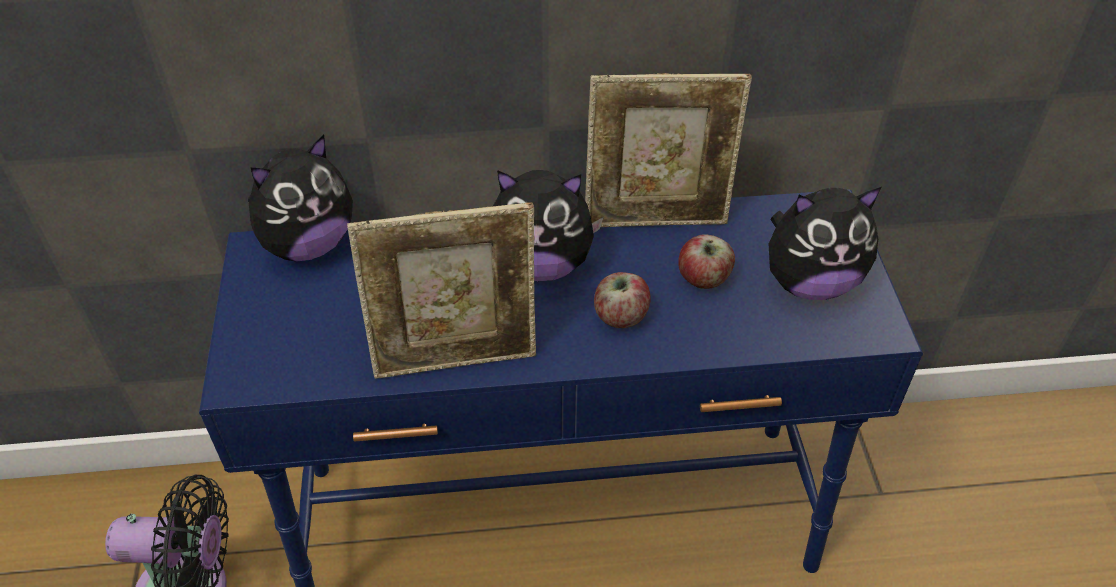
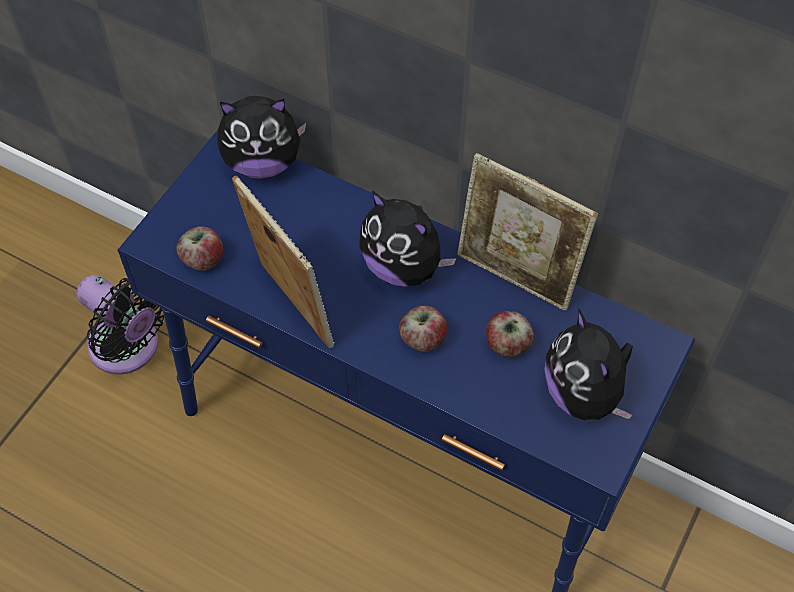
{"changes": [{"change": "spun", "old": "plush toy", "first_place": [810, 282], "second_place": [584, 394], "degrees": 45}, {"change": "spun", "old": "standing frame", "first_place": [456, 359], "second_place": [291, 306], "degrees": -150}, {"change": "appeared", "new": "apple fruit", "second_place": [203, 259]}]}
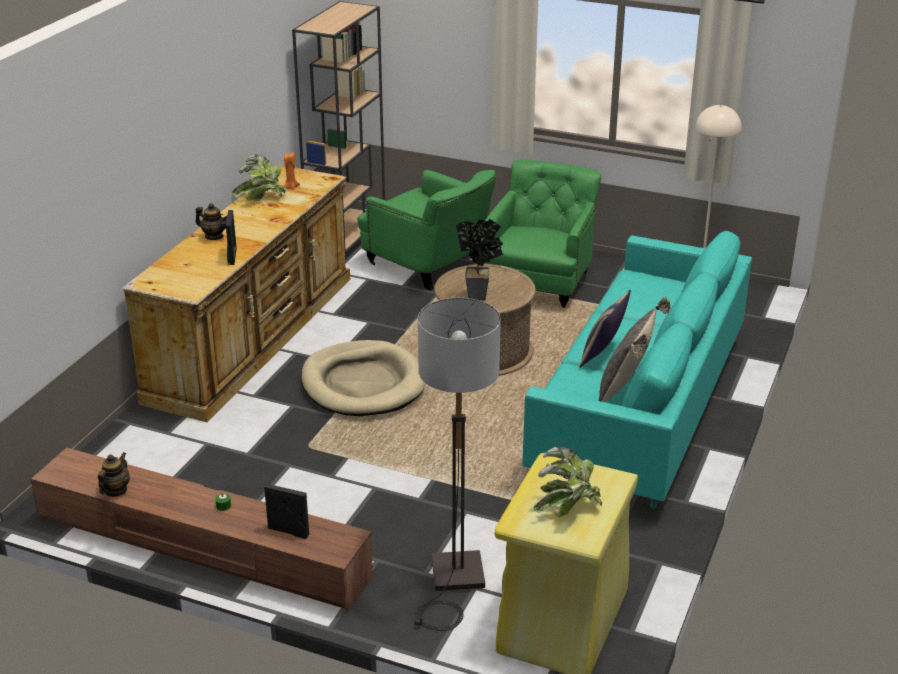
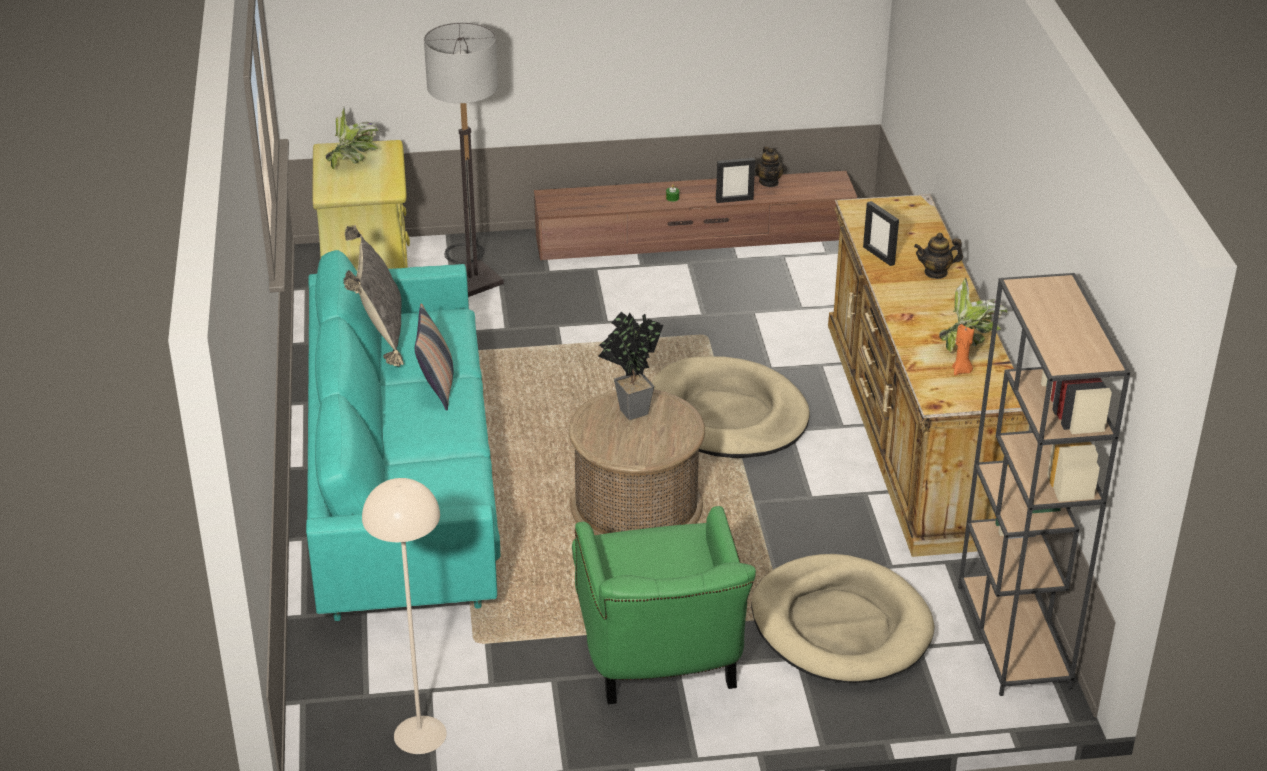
{"changes": [{"change": "exchanged", "old": "armchair (green-coloured)", "new": "pet bed (sand-coloured)", "first_place": [428, 264], "second_place": [840, 625]}, {"change": "relocated", "old": "standing frame", "first_place": [288, 532], "second_place": [734, 199]}]}
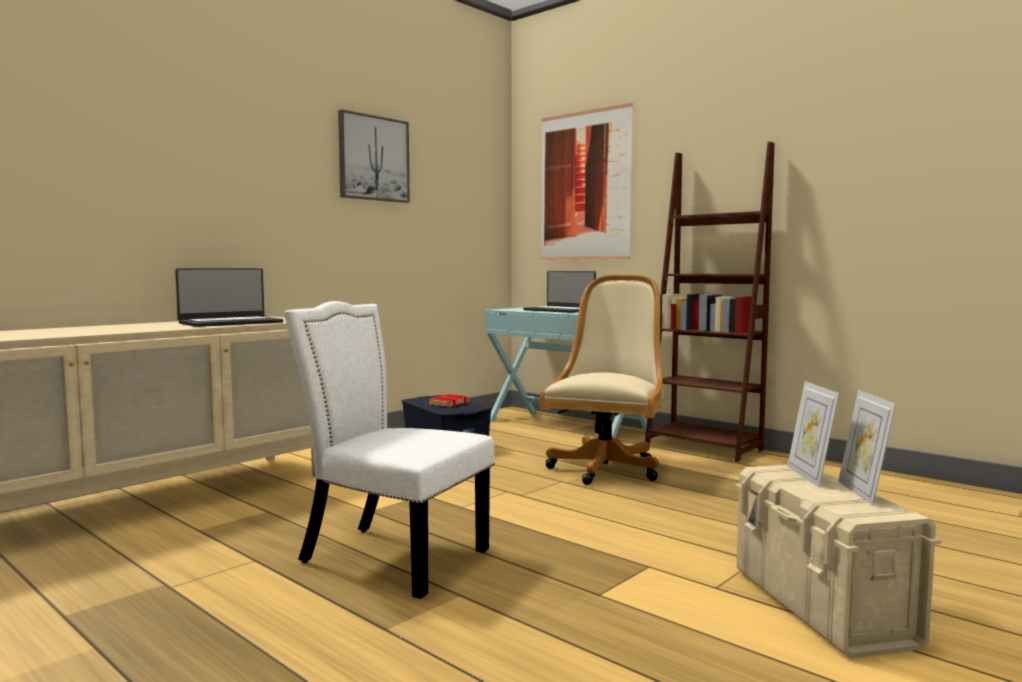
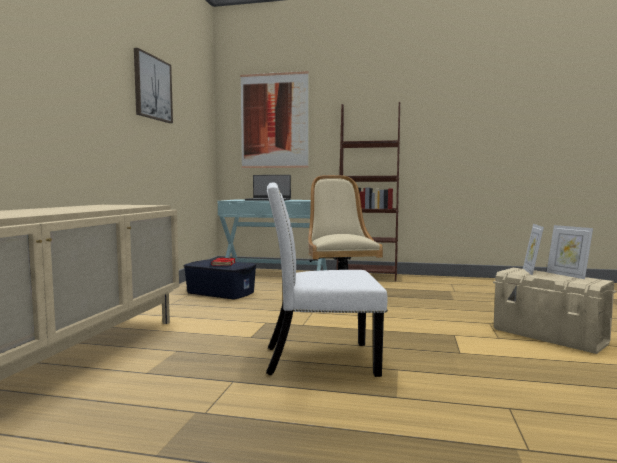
{"changes": [{"change": "missing", "old": "notebook computer", "first_place": [230, 323]}, {"change": "spun", "old": "standing frame", "first_place": [809, 476], "second_place": [531, 272], "degrees": 45}]}
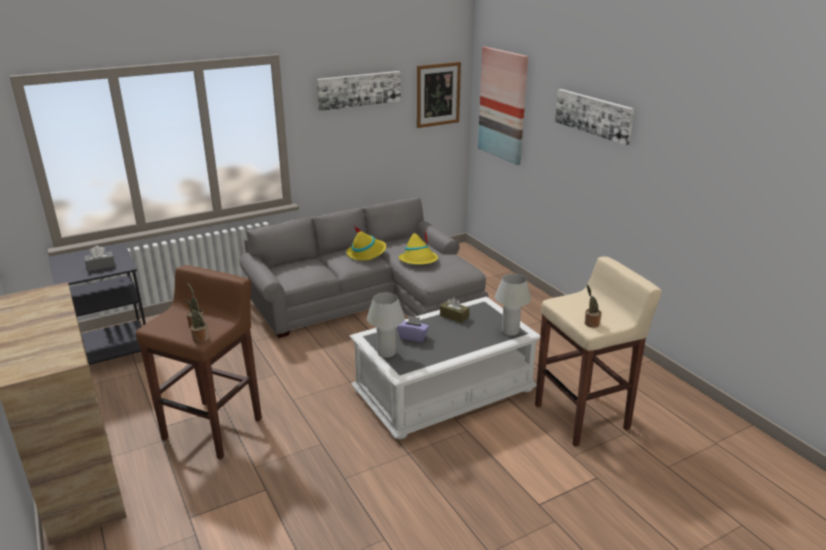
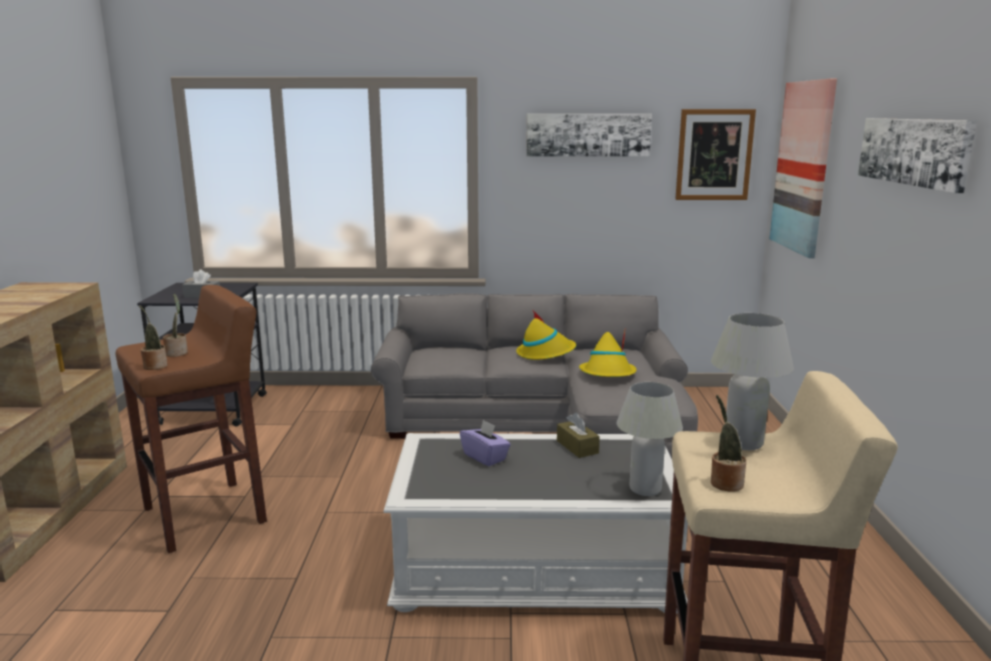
{"changes": [{"change": "relocated", "old": "lamp for a table (white)", "first_place": [386, 353], "second_place": [743, 443]}]}
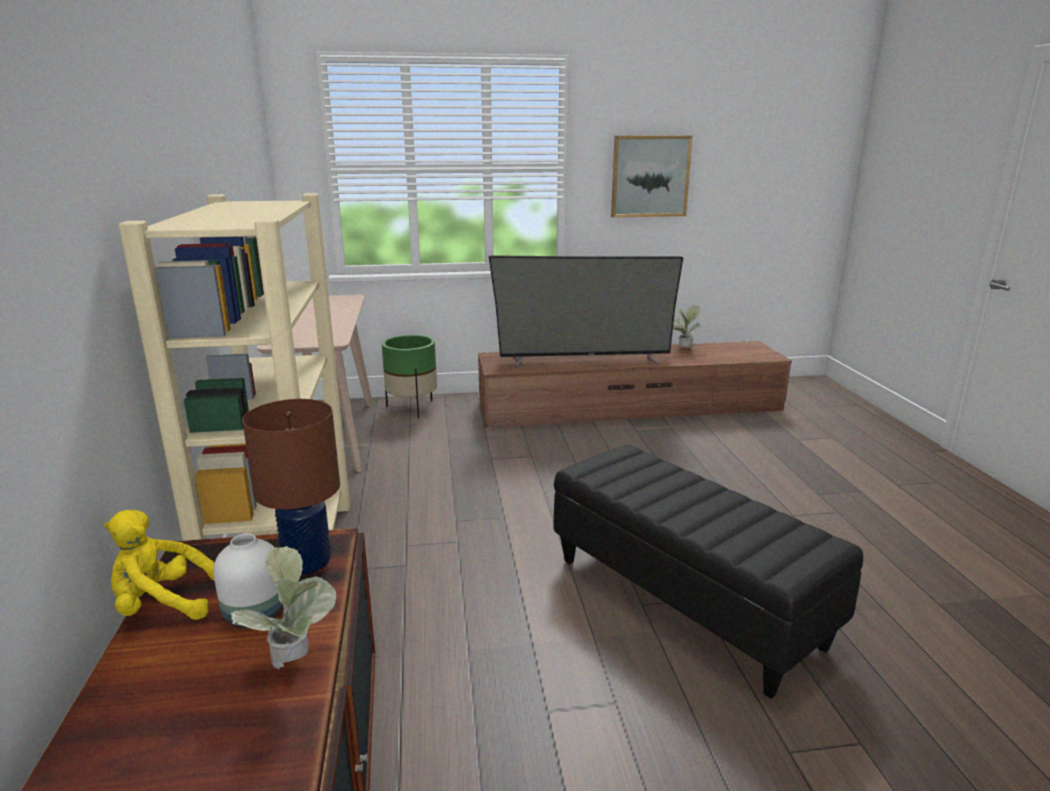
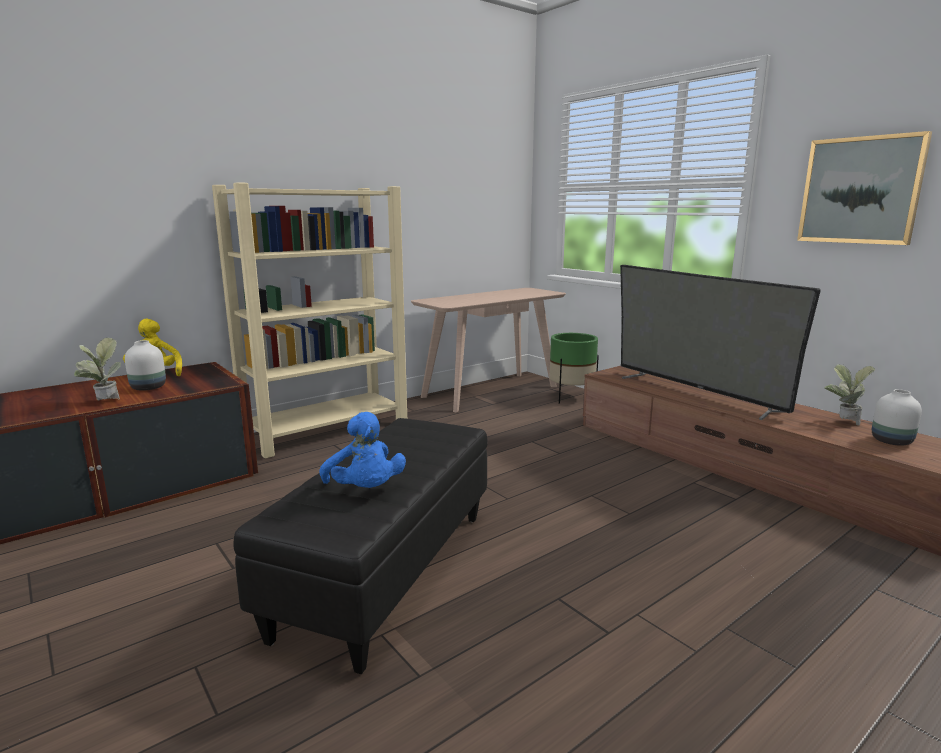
{"changes": [{"change": "missing", "old": "lamp for a table (brown)", "first_place": [308, 565]}, {"change": "appeared", "new": "vase (white)", "second_place": [891, 441]}, {"change": "appeared", "new": "plush toy (blue-coloured)", "second_place": [365, 490]}]}
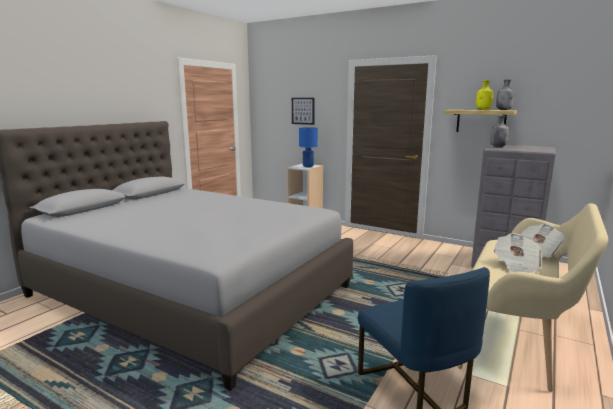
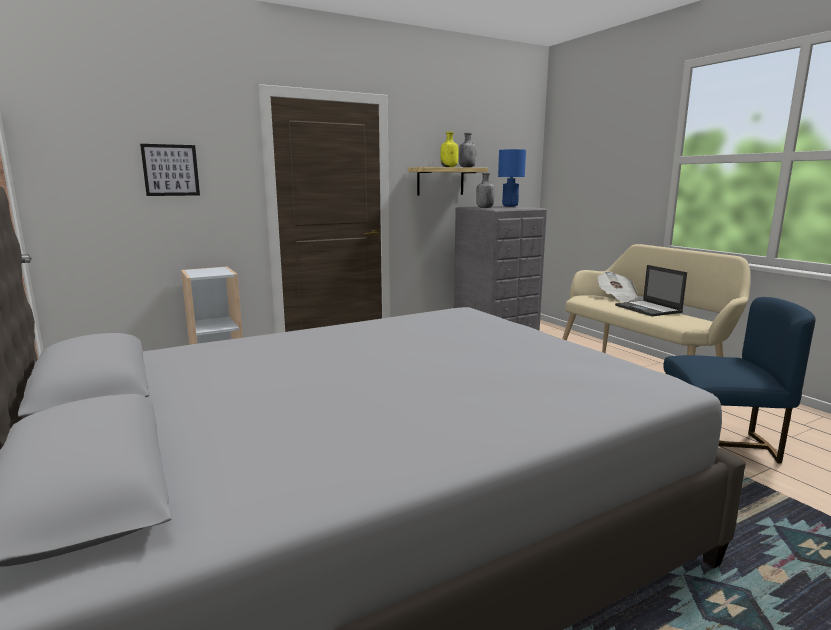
{"changes": [{"change": "relocated", "old": "lamp for a table (blue-coloured)", "first_place": [308, 166], "second_place": [510, 206]}, {"change": "exchanged", "old": "printed paper", "new": "notebook computer", "first_place": [516, 266], "second_place": [648, 309]}]}
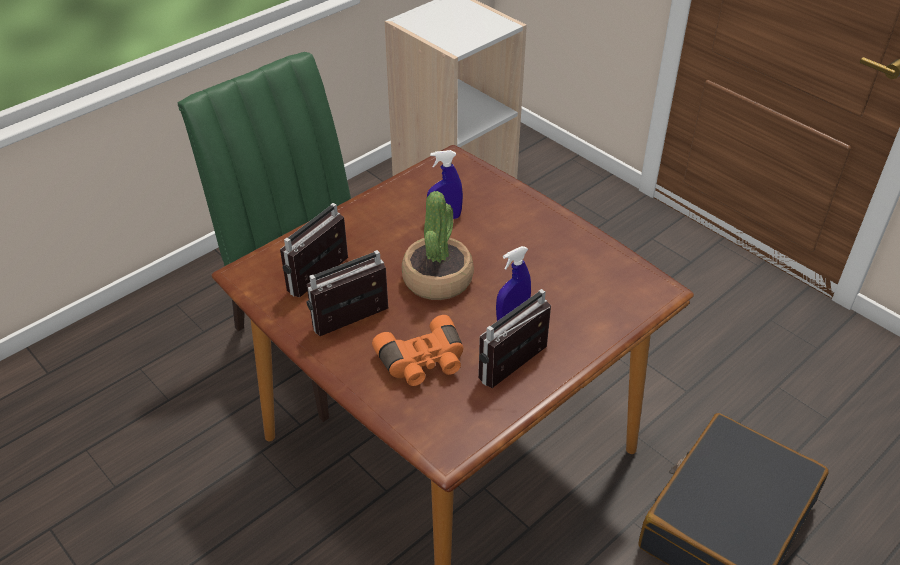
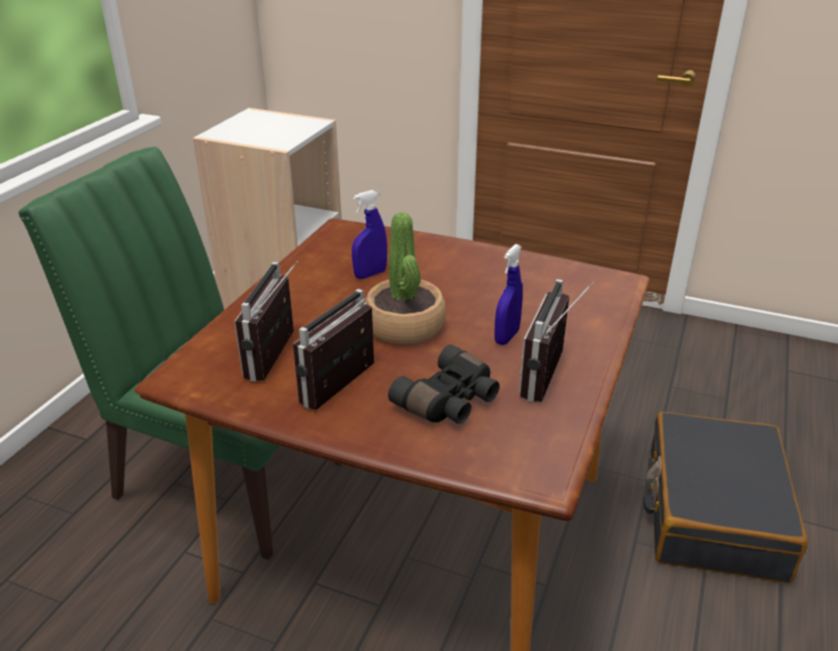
{"changes": [{"change": "colour", "old": "binoculars (orange-coloured)", "new": "binoculars (black)", "first_place": [423, 362], "second_place": [450, 401]}]}
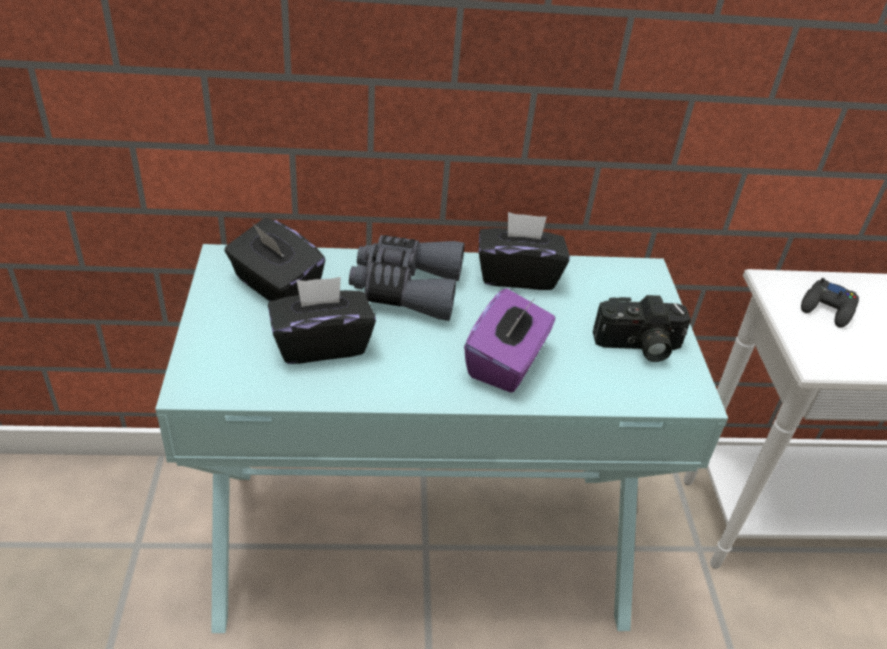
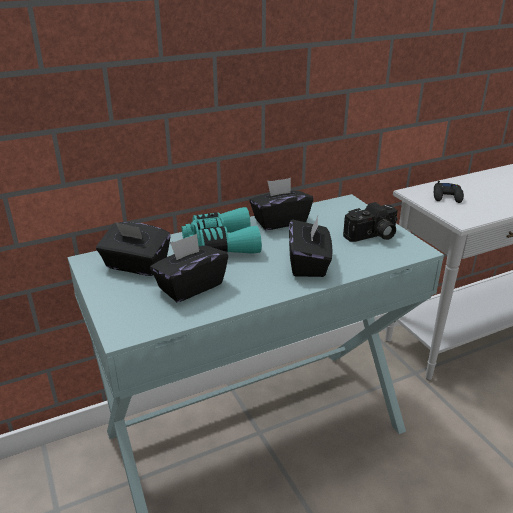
{"changes": [{"change": "colour", "old": "binoculars (grey)", "new": "binoculars (turquoise-coloured)", "first_place": [406, 288], "second_place": [220, 244]}, {"change": "colour", "old": "tissue holder (purplish)", "new": "tissue holder (black)", "first_place": [506, 363], "second_place": [308, 264]}]}
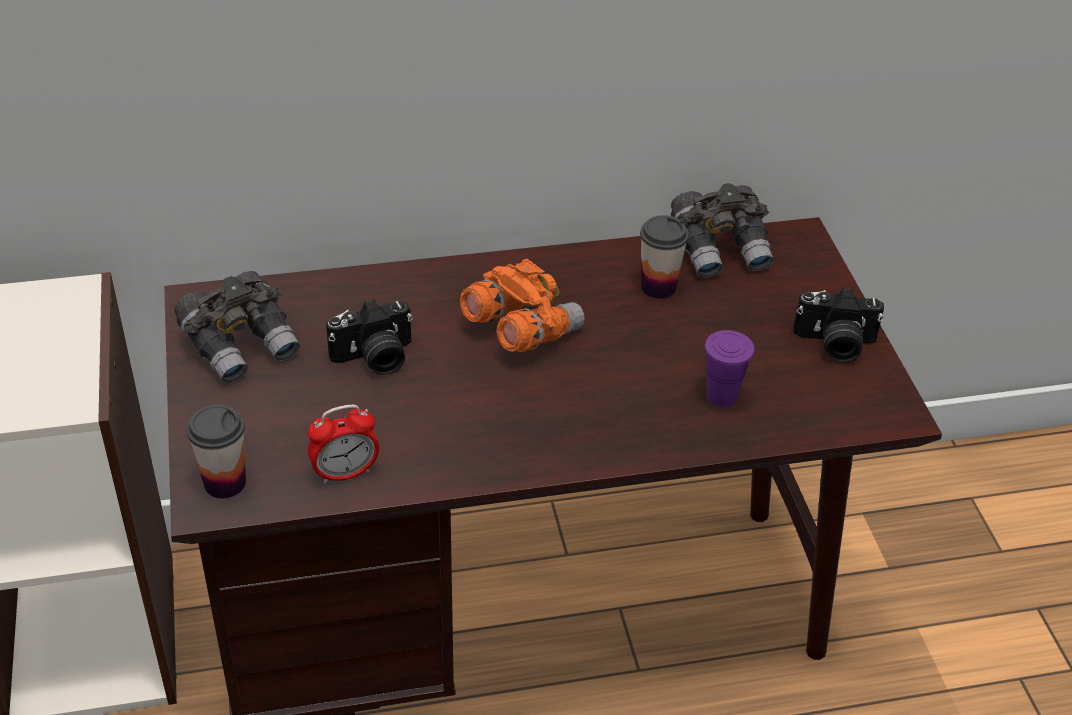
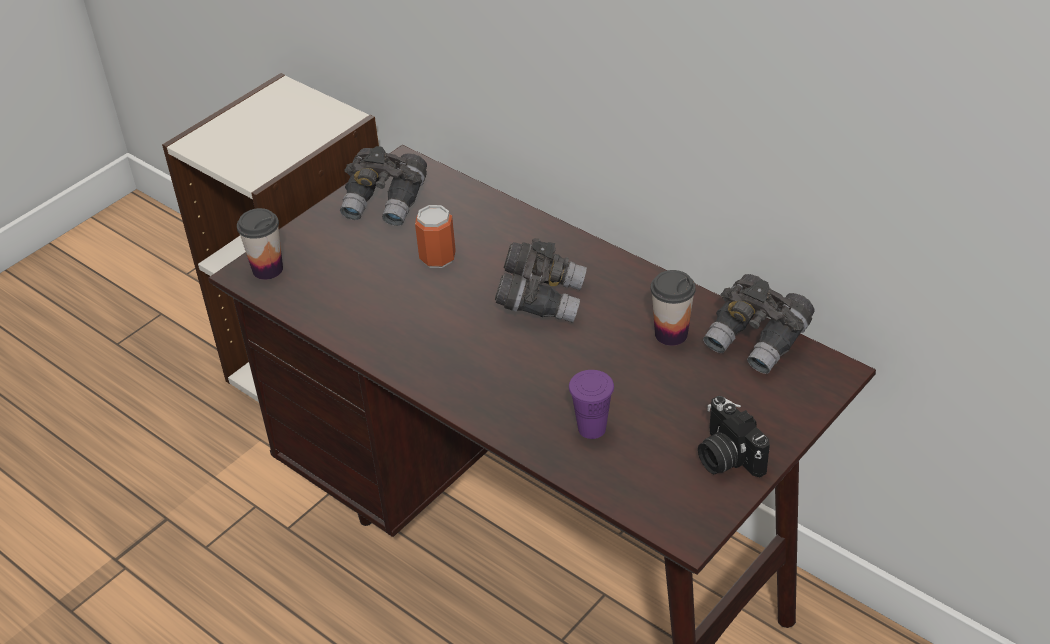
{"changes": [{"change": "colour", "old": "binoculars (orange-coloured)", "new": "binoculars (grey)", "first_place": [520, 330], "second_place": [541, 299]}, {"change": "exchanged", "old": "still camera", "new": "metal can", "first_place": [375, 358], "second_place": [437, 258]}, {"change": "missing", "old": "table clock", "first_place": [345, 473]}]}
